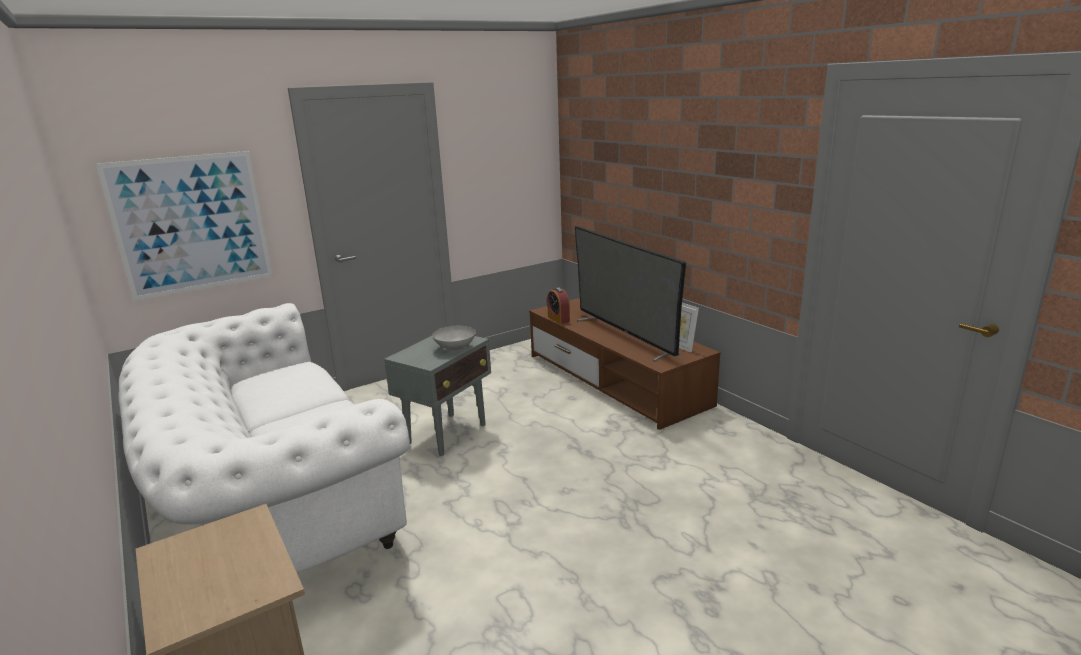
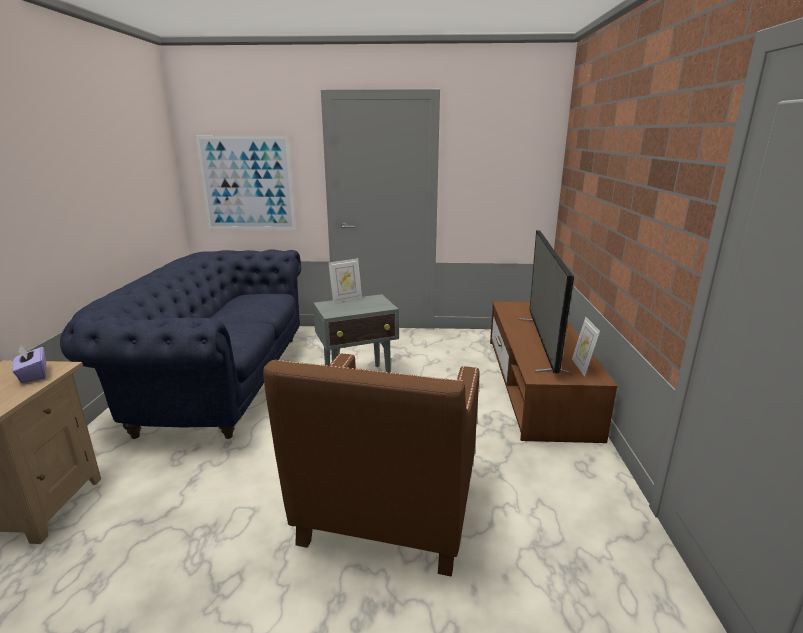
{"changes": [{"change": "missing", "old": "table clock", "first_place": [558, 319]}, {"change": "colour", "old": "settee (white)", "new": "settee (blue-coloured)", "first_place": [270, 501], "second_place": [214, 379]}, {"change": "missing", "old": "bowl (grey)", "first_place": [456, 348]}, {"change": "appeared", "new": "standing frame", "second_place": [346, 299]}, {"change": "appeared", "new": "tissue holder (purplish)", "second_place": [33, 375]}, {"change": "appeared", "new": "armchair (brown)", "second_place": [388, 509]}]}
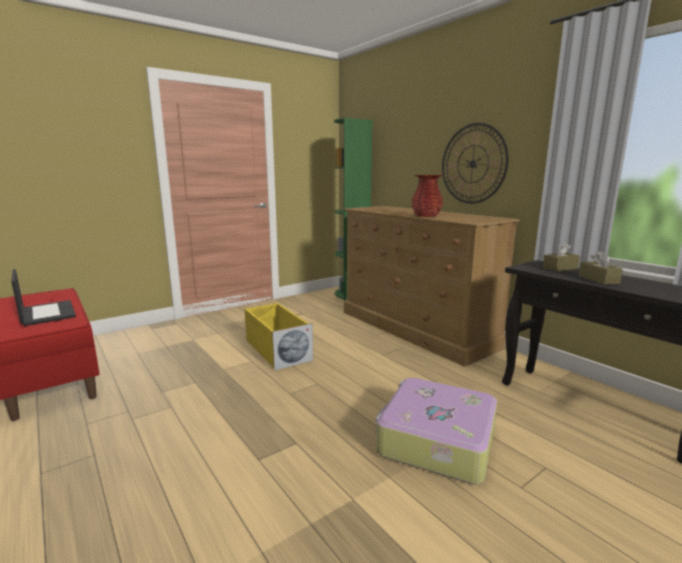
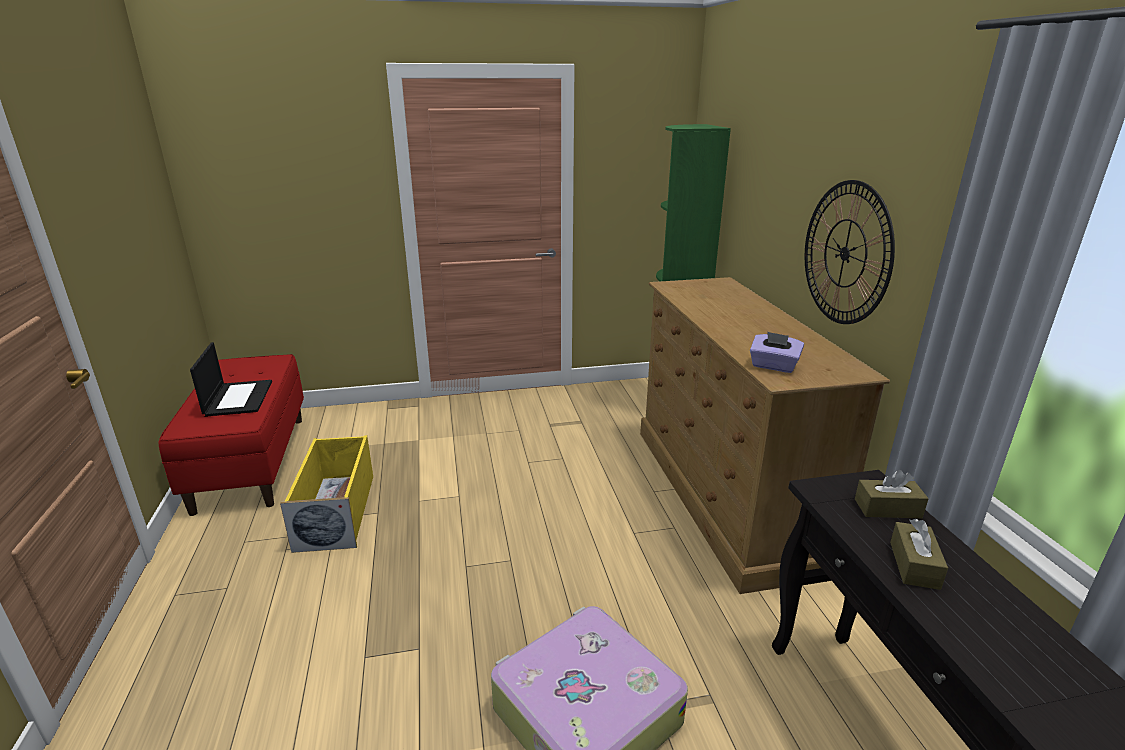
{"changes": [{"change": "missing", "old": "vase (red)", "first_place": [426, 216]}, {"change": "relocated", "old": "storage bin (yellowish)", "first_place": [277, 350], "second_place": [336, 511]}, {"change": "appeared", "new": "tissue holder (purplish)", "second_place": [773, 366]}]}
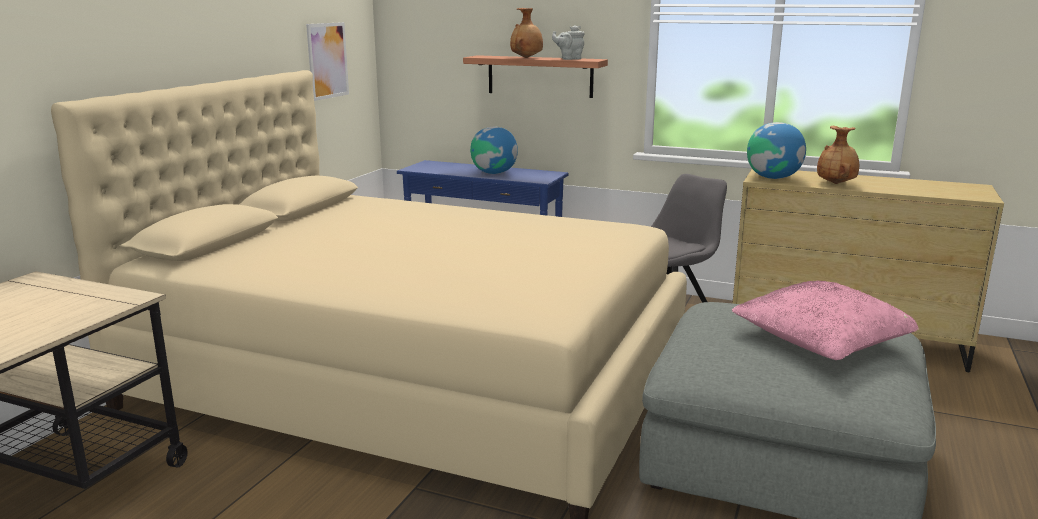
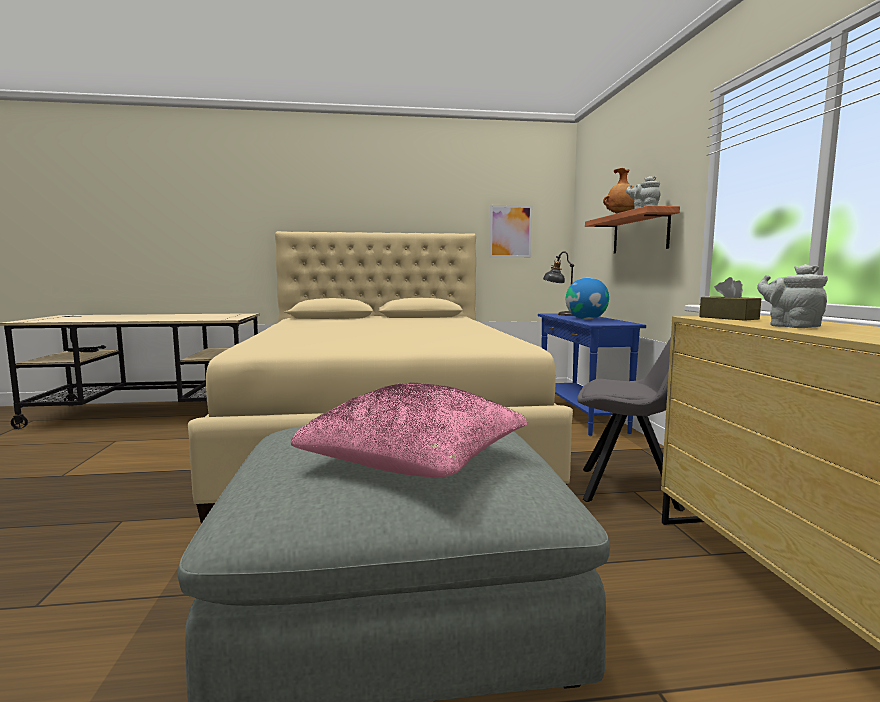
{"changes": [{"change": "exchanged", "old": "globe", "new": "tissue holder (brown)", "first_place": [773, 178], "second_place": [728, 318]}, {"change": "exchanged", "old": "vase (brown)", "new": "tea pot (grey)", "first_place": [836, 183], "second_place": [790, 326]}, {"change": "appeared", "new": "lamp for a table (grey)", "second_place": [561, 314]}]}
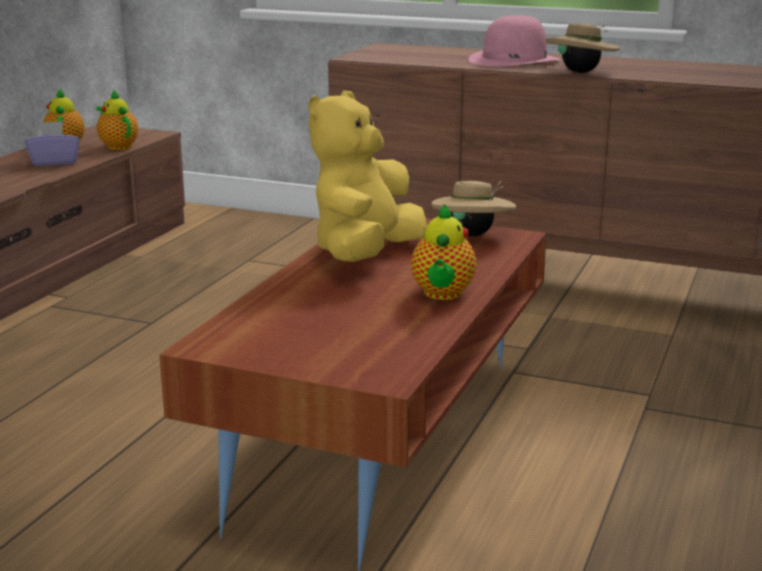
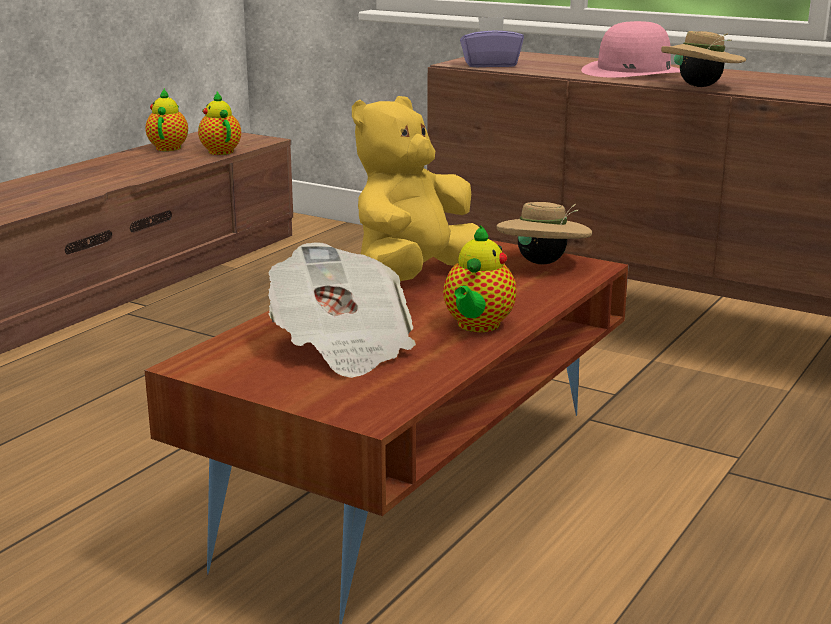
{"changes": [{"change": "relocated", "old": "tissue holder (purplish)", "first_place": [55, 162], "second_place": [490, 65]}, {"change": "appeared", "new": "printed paper", "second_place": [342, 346]}]}
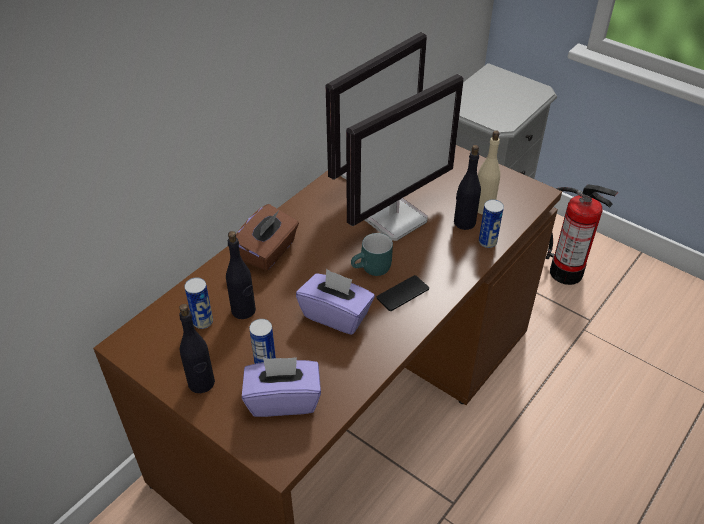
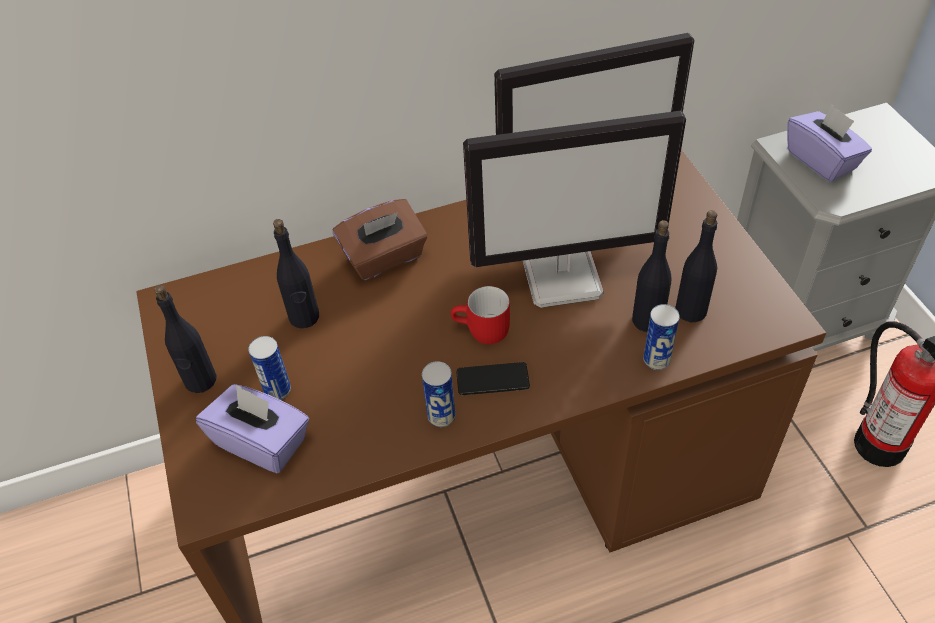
{"changes": [{"change": "colour", "old": "drink bottle (sand-coloured)", "new": "drink bottle (black)", "first_place": [483, 207], "second_place": [690, 310]}, {"change": "colour", "old": "coffee mug (turquoise-coloured)", "new": "coffee mug (red)", "first_place": [372, 270], "second_place": [482, 332]}, {"change": "relocated", "old": "tissue holder (purplish)", "first_place": [336, 315], "second_place": [821, 160]}, {"change": "relocated", "old": "metal can", "first_place": [203, 321], "second_place": [441, 416]}]}
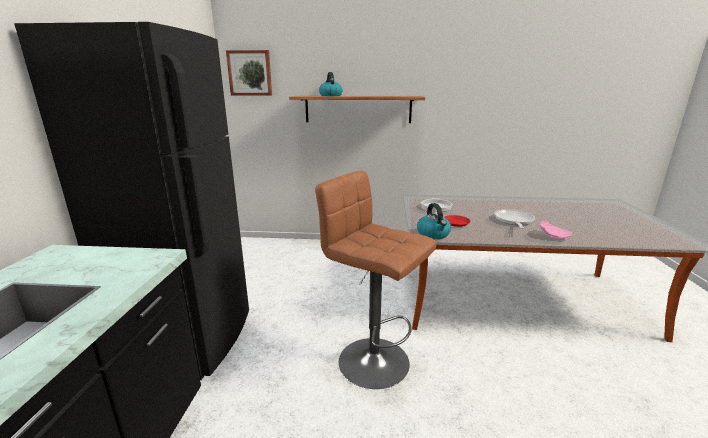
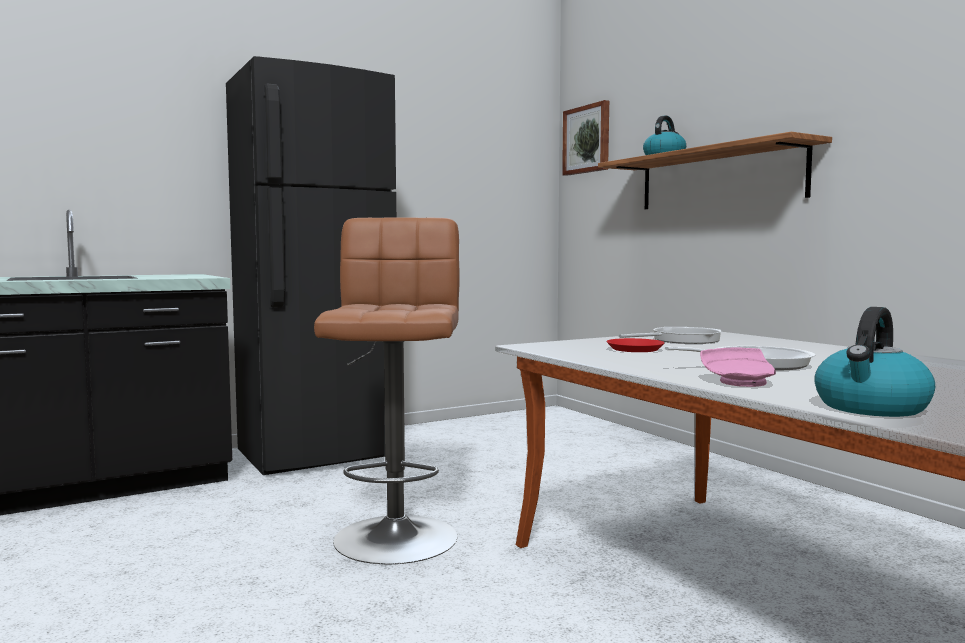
{"changes": [{"change": "relocated", "old": "tea kettle", "first_place": [433, 234], "second_place": [871, 408]}]}
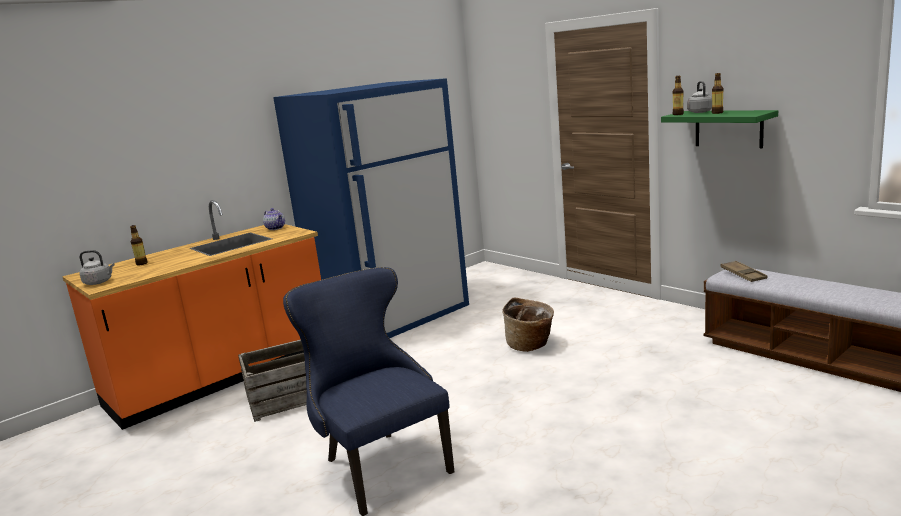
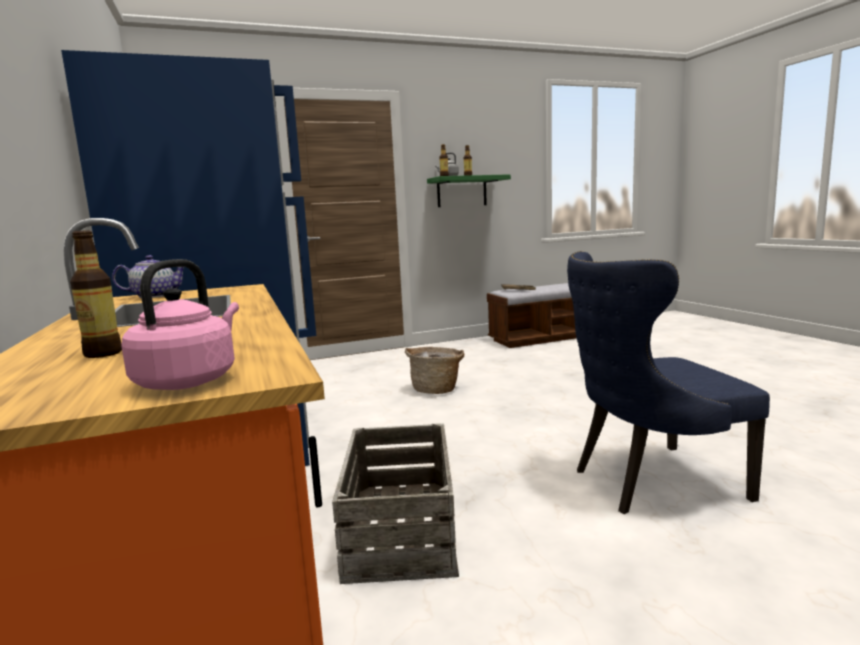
{"changes": [{"change": "colour", "old": "tea kettle (grey)", "new": "tea kettle (pinkish)", "first_place": [99, 282], "second_place": [190, 380]}]}
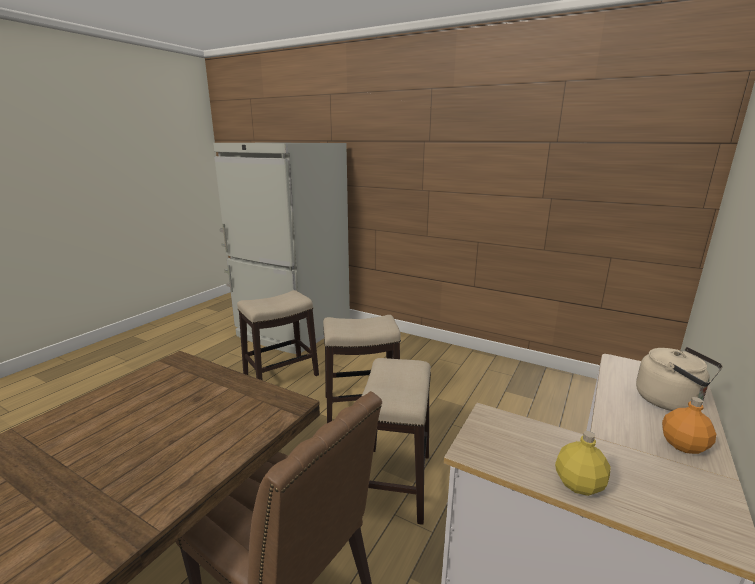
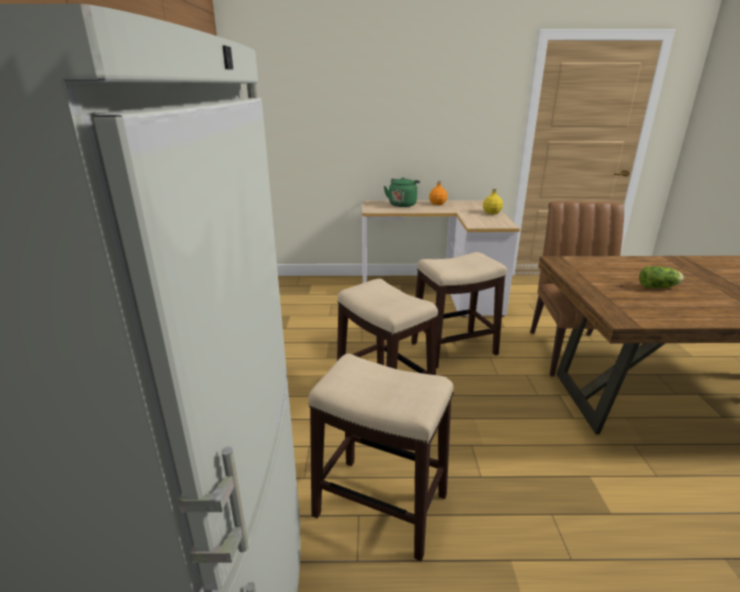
{"changes": [{"change": "colour", "old": "tea kettle (sand-coloured)", "new": "tea kettle (green-coloured)", "first_place": [671, 401], "second_place": [402, 204]}, {"change": "appeared", "new": "head of lettuce", "second_place": [659, 287]}]}
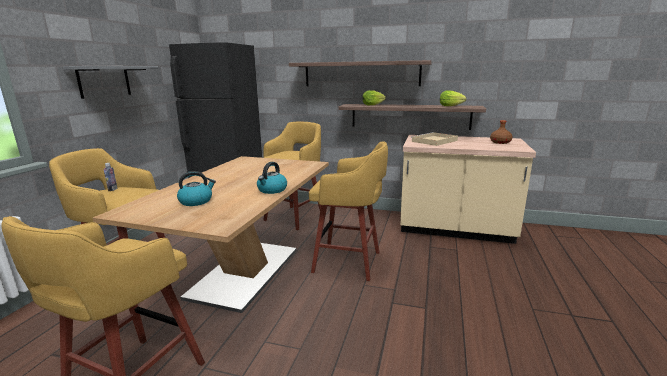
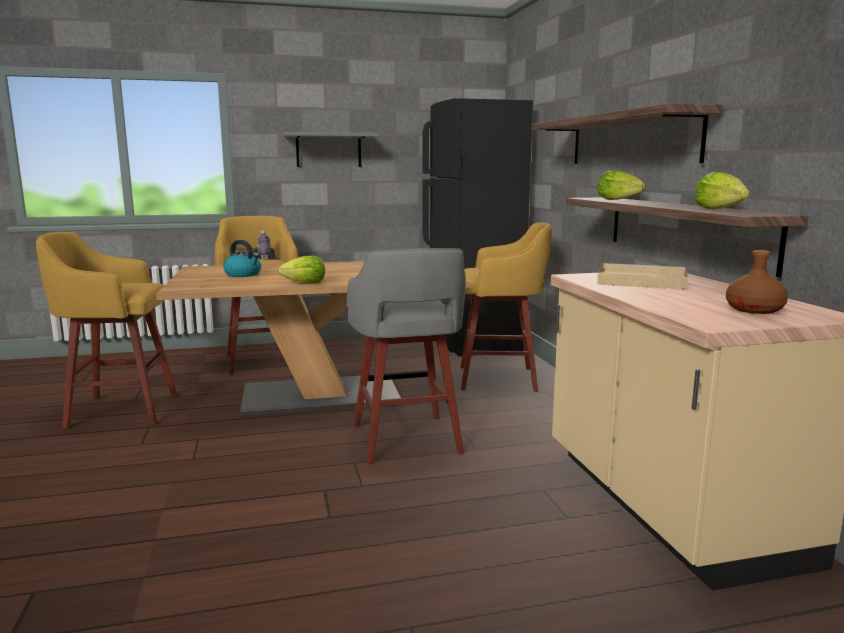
{"changes": [{"change": "colour", "old": "sitting stool (yellowish)", "new": "sitting stool (grey)", "first_place": [349, 262], "second_place": [406, 440]}, {"change": "exchanged", "old": "tea kettle", "new": "head of lettuce", "first_place": [272, 190], "second_place": [305, 283]}]}
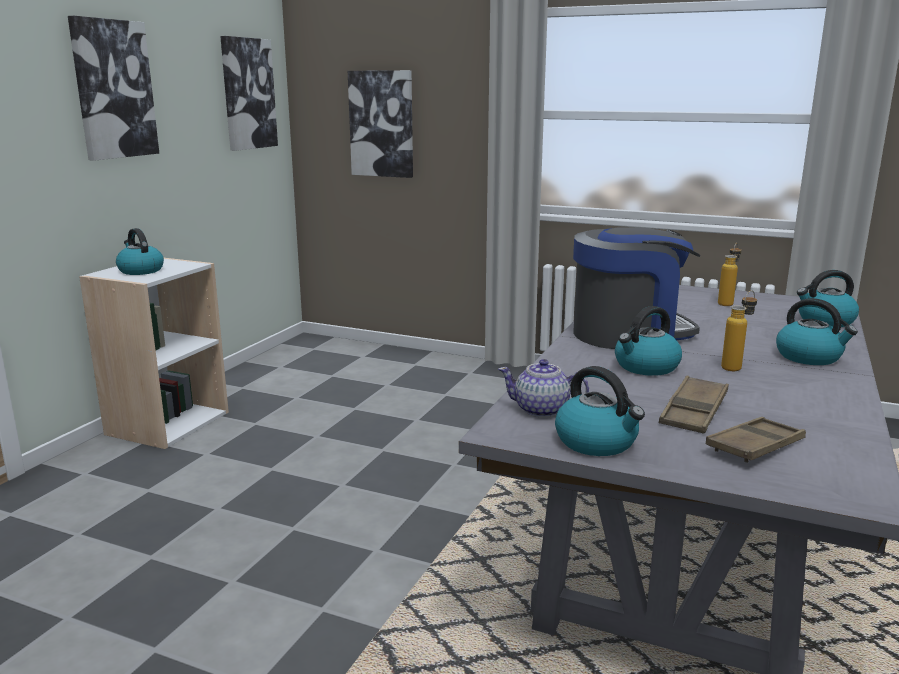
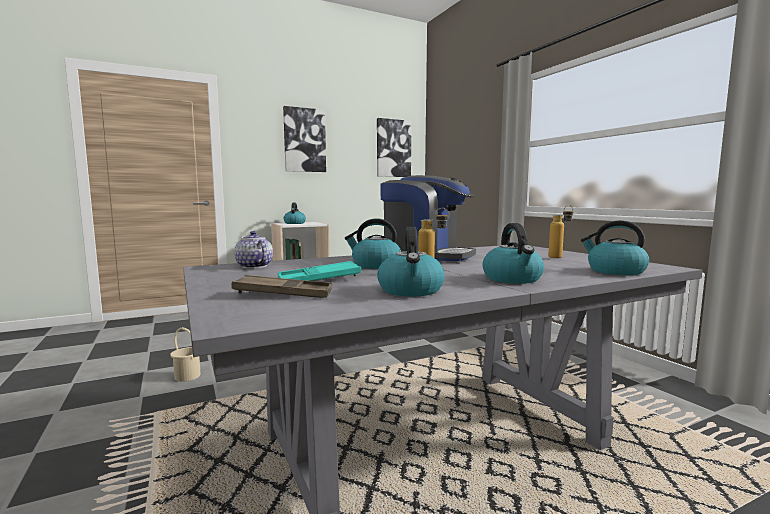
{"changes": [{"change": "missing", "old": "wall art", "first_place": [382, 124]}, {"change": "relocated", "old": "tea kettle", "first_place": [597, 442], "second_place": [411, 290]}, {"change": "colour", "old": "tray (brown)", "new": "tray (turquoise-coloured)", "first_place": [694, 411], "second_place": [319, 279]}, {"change": "appeared", "new": "pail (sand-coloured)", "second_place": [187, 376]}]}
